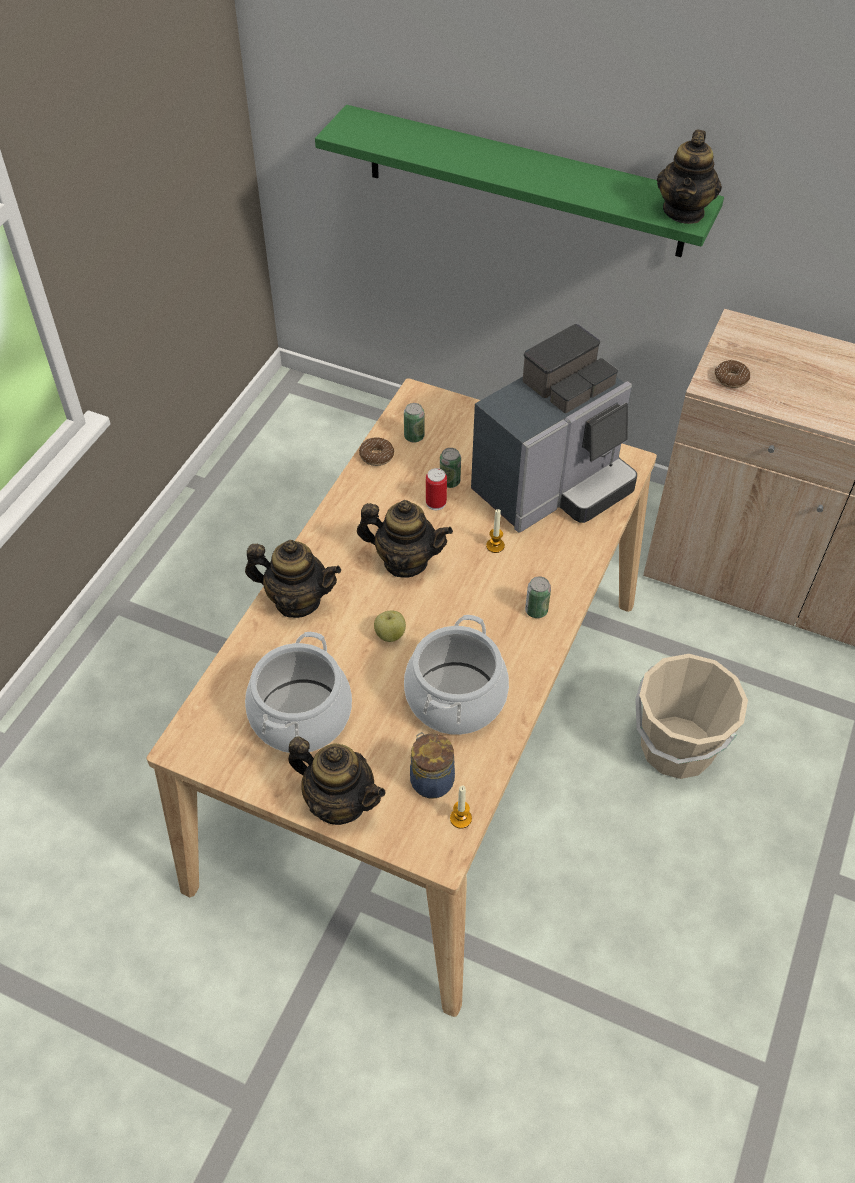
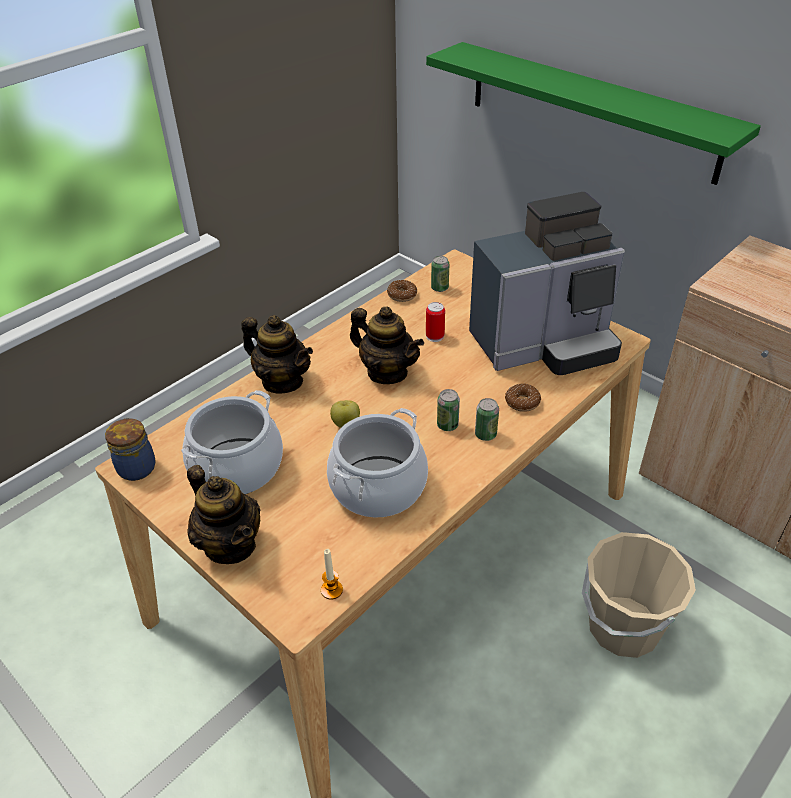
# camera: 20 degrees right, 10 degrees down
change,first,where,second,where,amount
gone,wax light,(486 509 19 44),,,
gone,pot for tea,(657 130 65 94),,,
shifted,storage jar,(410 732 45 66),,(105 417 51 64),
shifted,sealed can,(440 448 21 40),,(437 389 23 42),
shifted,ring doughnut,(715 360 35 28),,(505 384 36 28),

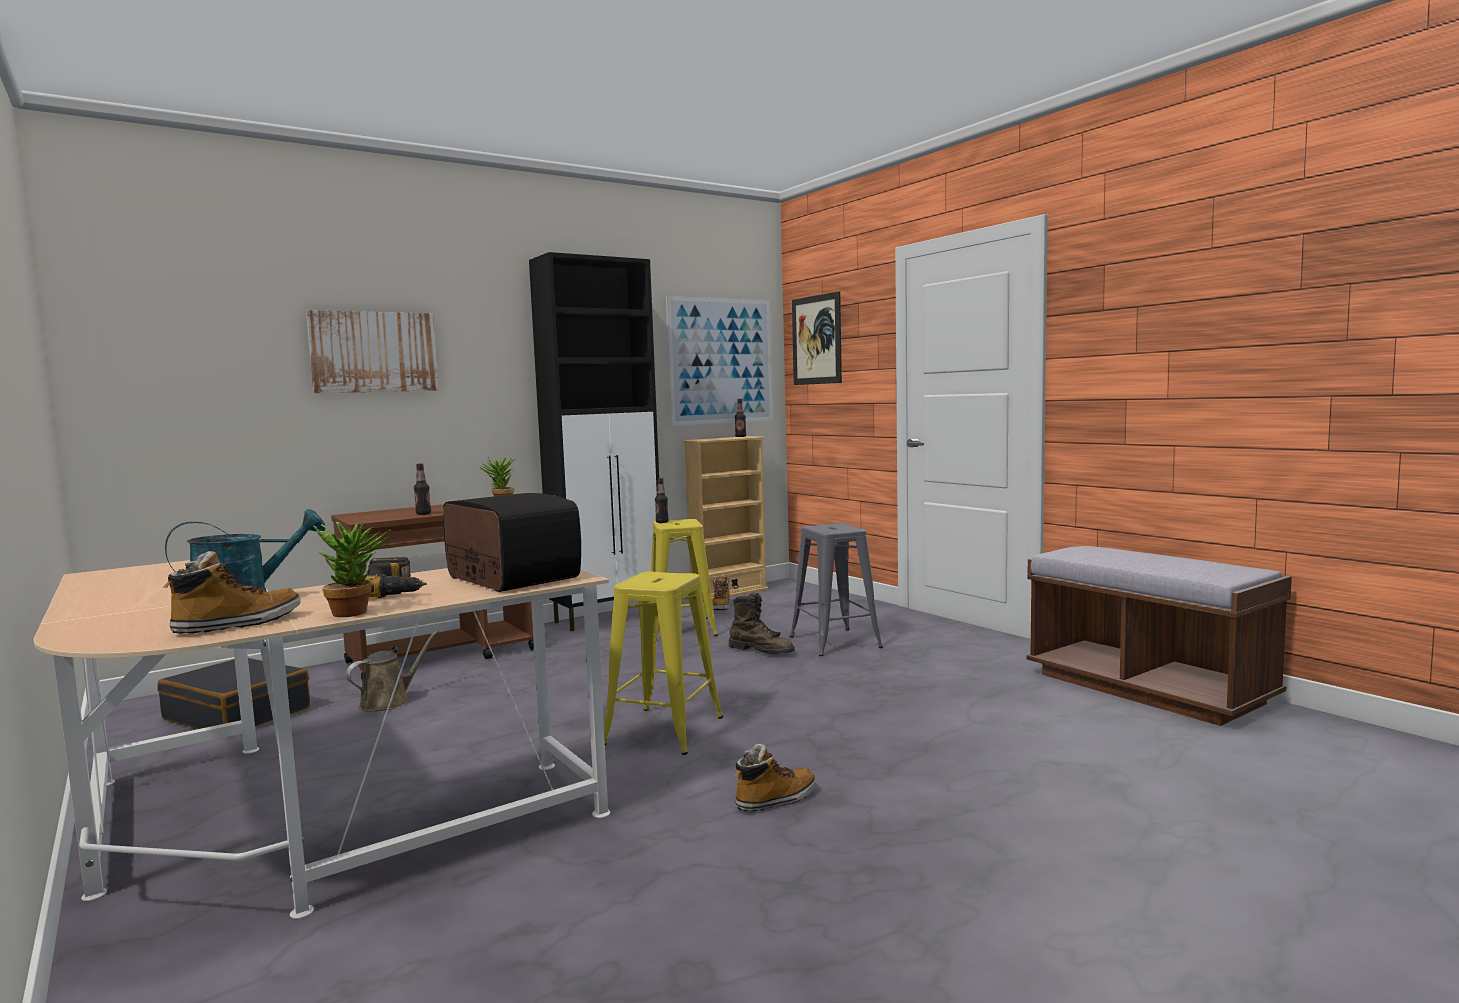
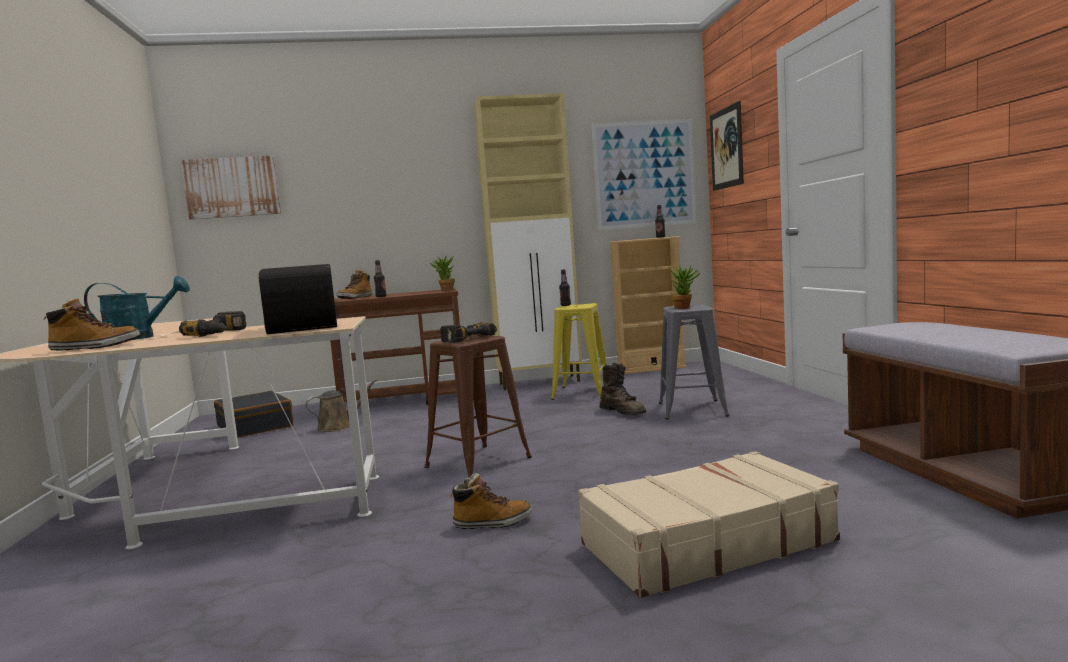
# camera: 25 degrees right, 0 degrees up
change,first,where,second,where,amount
new,,,electric drill,(440 322 57 21),
new,,,suitcase (sand-coloured),(578 451 262 147),
shifted,picture,(306 310 133 83),,(181 155 100 64),
shifted,plant in a pot,(313 522 78 95),,(669 265 32 44),
shifted,high-top boot,(712 575 18 35),,(336 270 36 29),
repainted,storage cabinet (black-coloured),(529 252 130 379),storage cabinet (sand-coloured),(474 93 108 297),
repainted,sitting stool (yellow),(604 571 119 184),sitting stool (brown-coloured),(425 335 107 143),

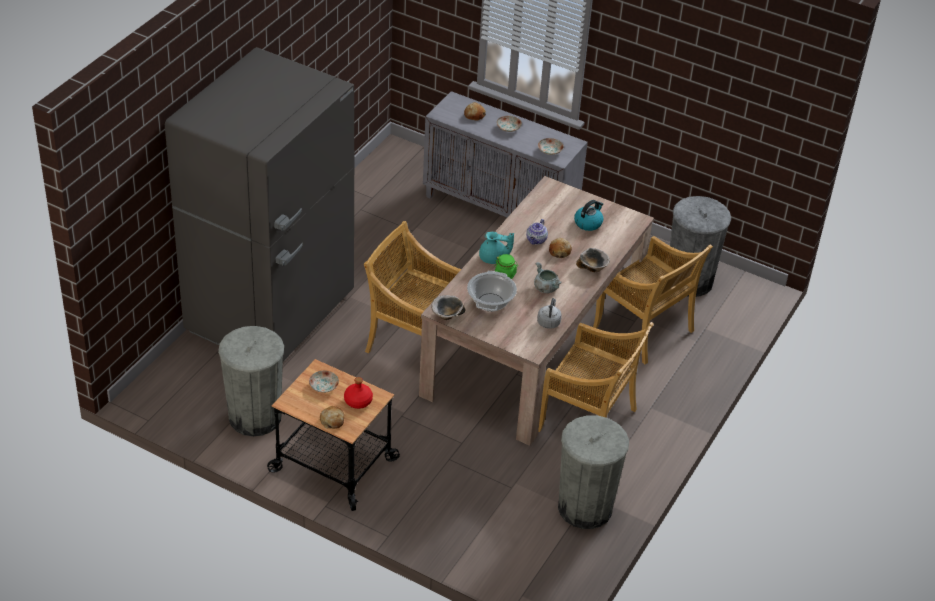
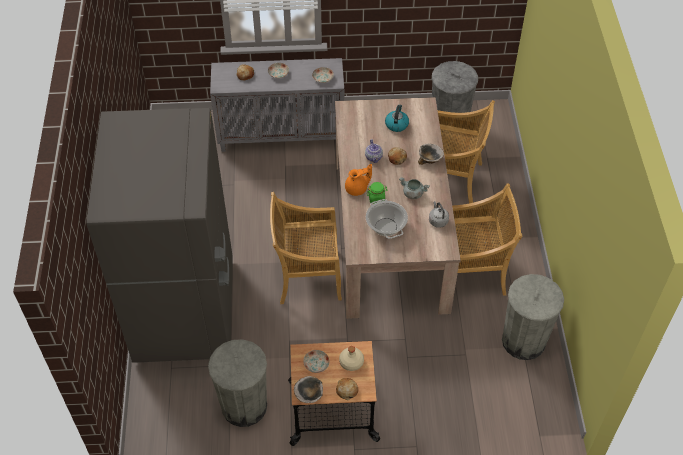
# camera: 30 degrees left, 10 degrees up
change,first,where,second,where,amount
shifted,serving bowl,(431 295 34 25),,(294 376 29 27),
repainted,bottle (reddish),(344 377 29 32),bottle (sand-coloured),(339 346 25 25),
repainted,pot for tea (blue-green),(479 231 35 33),pot for tea (orange),(345 164 27 32),

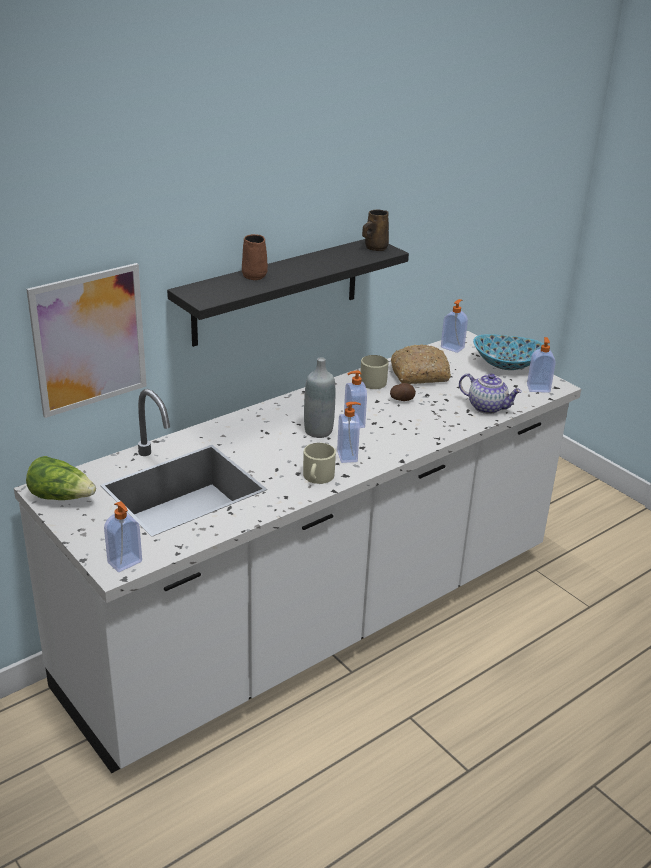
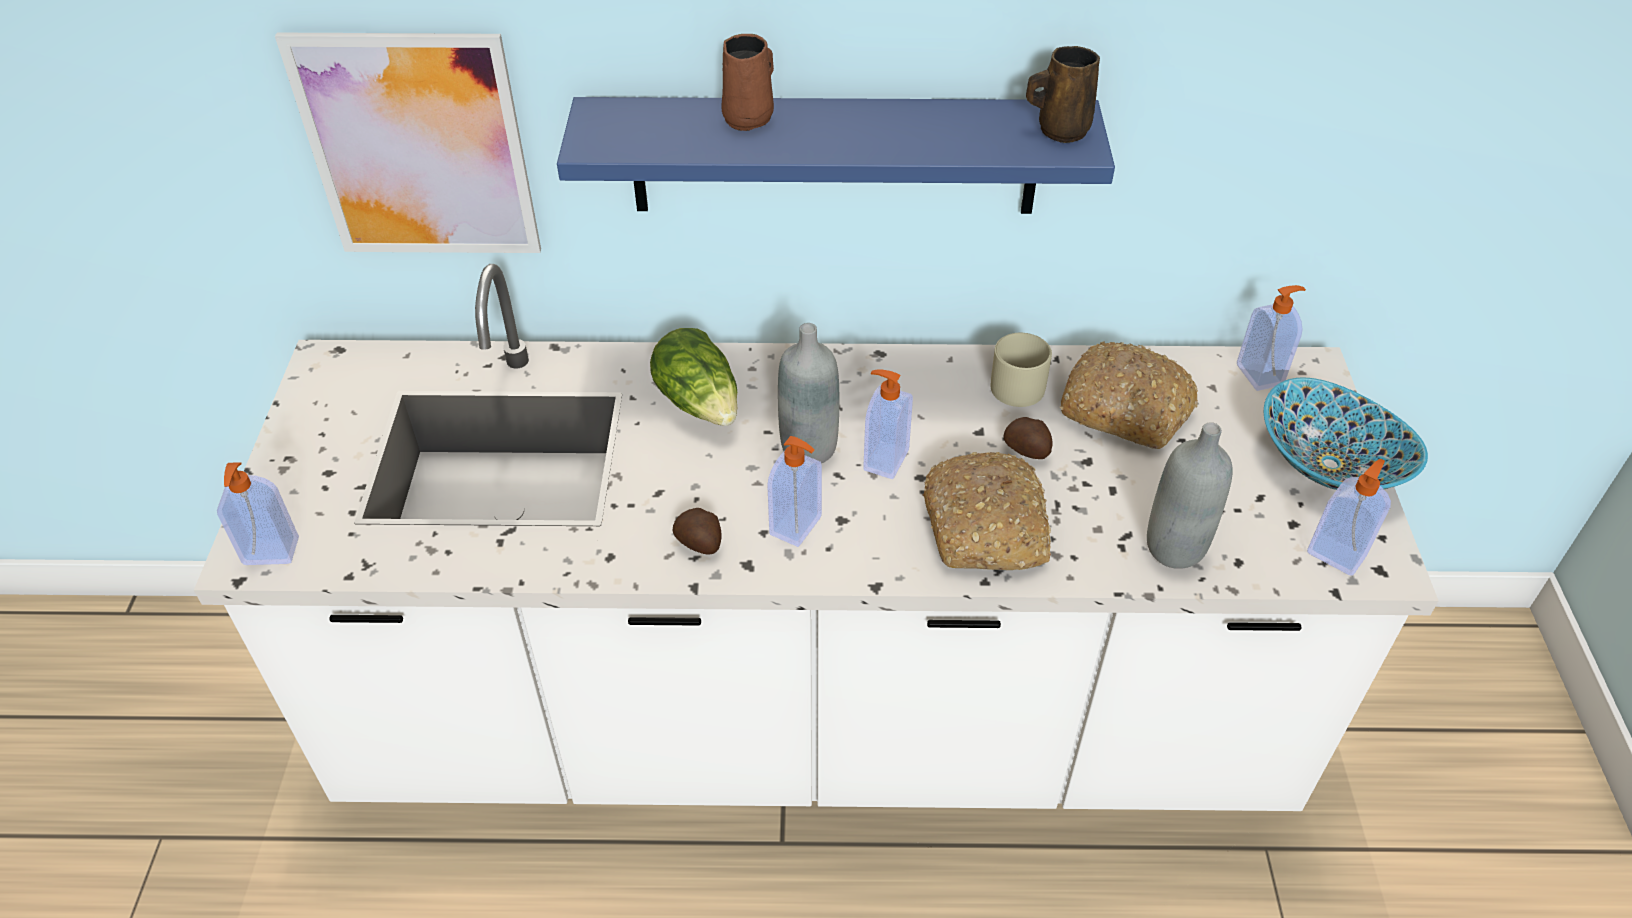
# camera: 40 degrees right, 15 degrees up
change,first,where,second,where,amount
new,,,bakery bread,(923 452 128 118),
shifted,lettuce head,(26 456 70 44),,(650 328 87 98),
swapped,tea mug (sand-coloured),(303 443 33 41),whole potato,(673 508 49 47),
swapped,pot for tea,(459 373 63 41),bottle (grey),(1147 422 86 147),
repainted,bracket shelf (black-coloured),(167 239 242 108),bracket shelf (blue),(557 97 558 117),

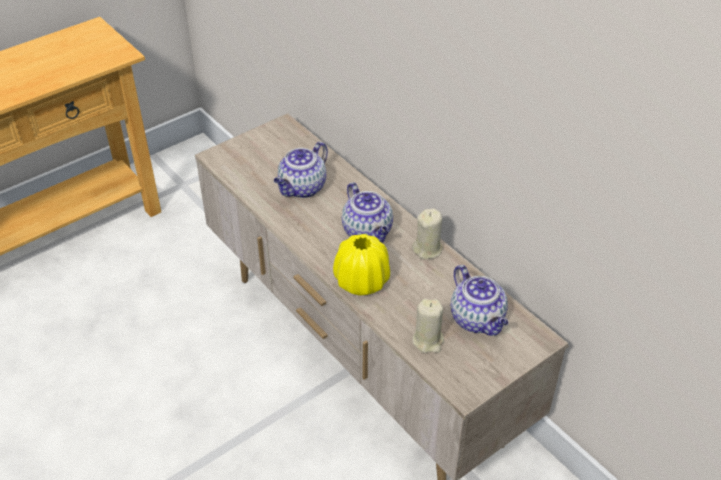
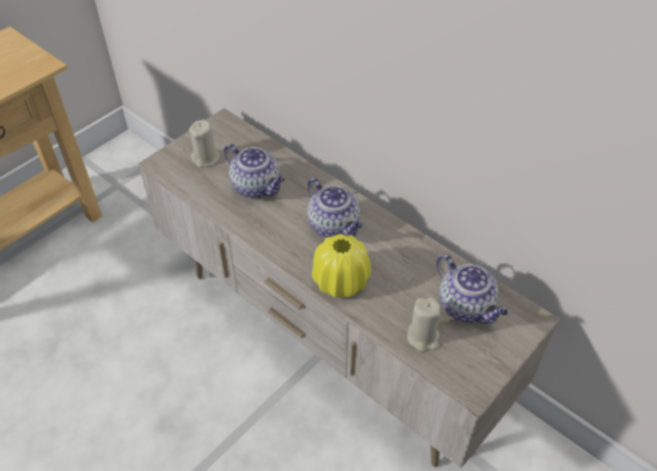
# camera: 10 degrees left, 5 degrees up
change,first,where,second,where,amount
shifted,wax light (sand-coloured),(412 208 31 51),,(189 120 31 48),
rotated,pot for tea,(274 142 54 56),,(224 143 61 55),75 degrees counterclockwise

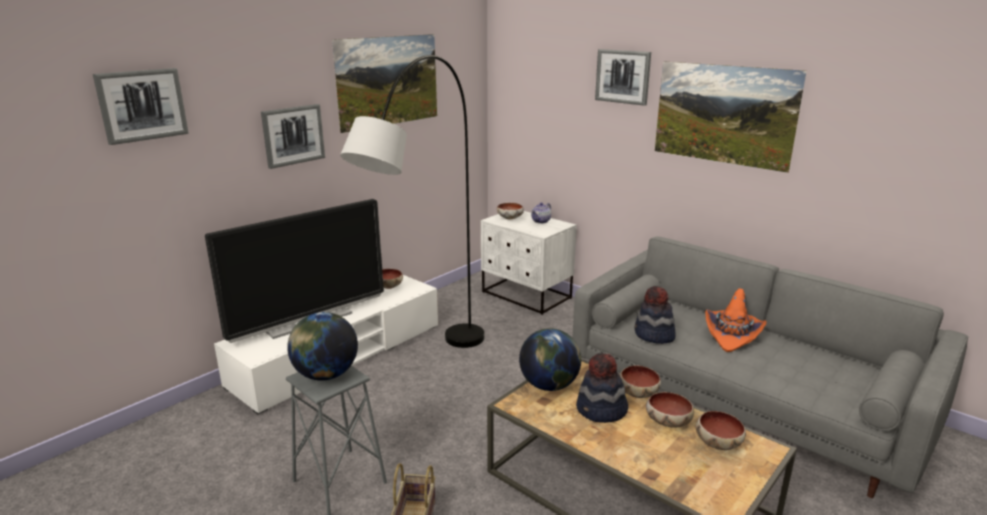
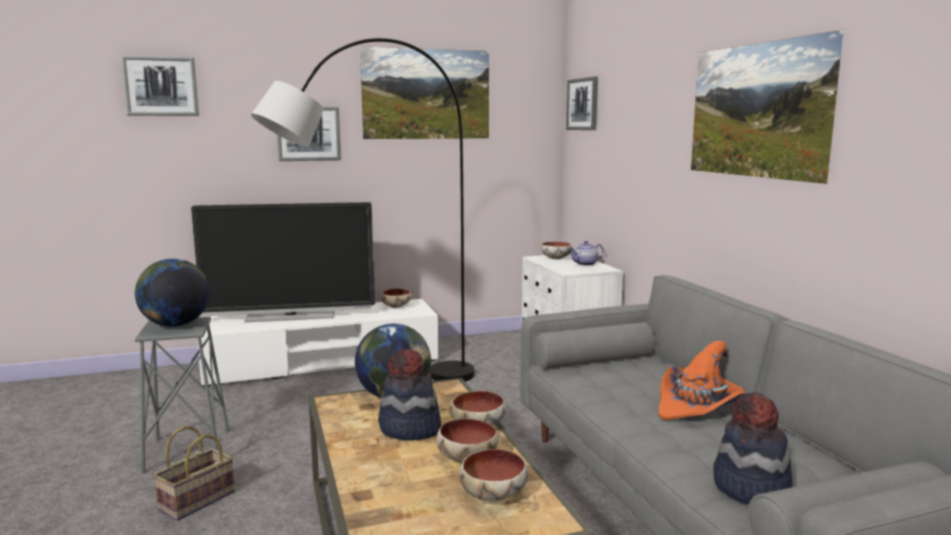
# camera: 30 degrees right, 10 degrees down
change,first,where,second,where,amount
shifted,picture,(595 49 56 57),,(566 76 32 54),
shifted,wearable hat,(634 286 42 58),,(713 392 79 112),

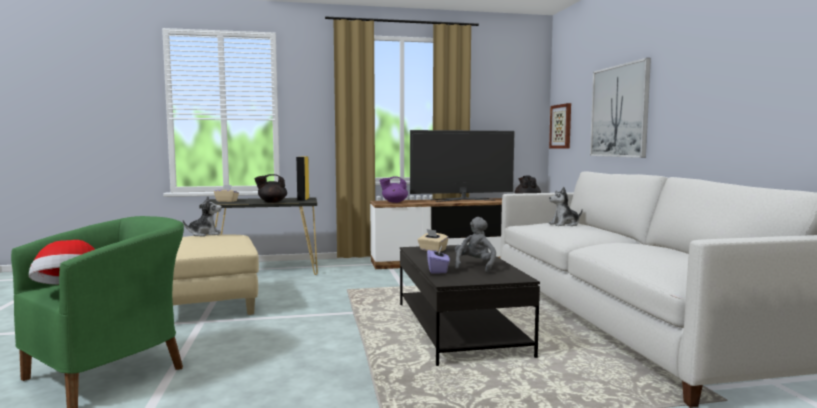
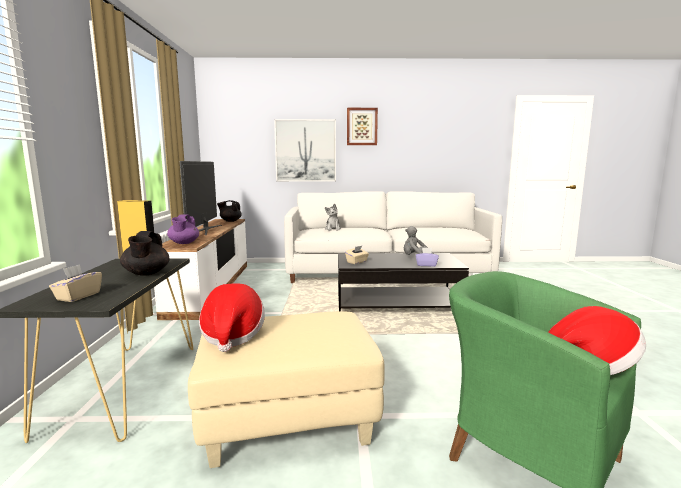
# camera: 80 degrees left, 5 degrees up
change,first,where,second,where,amount
shifted,picture,(549 103 22 46),,(347 108 31 37),
swapped,soft toy,(183 196 39 41),wearable hat,(199 283 66 69),

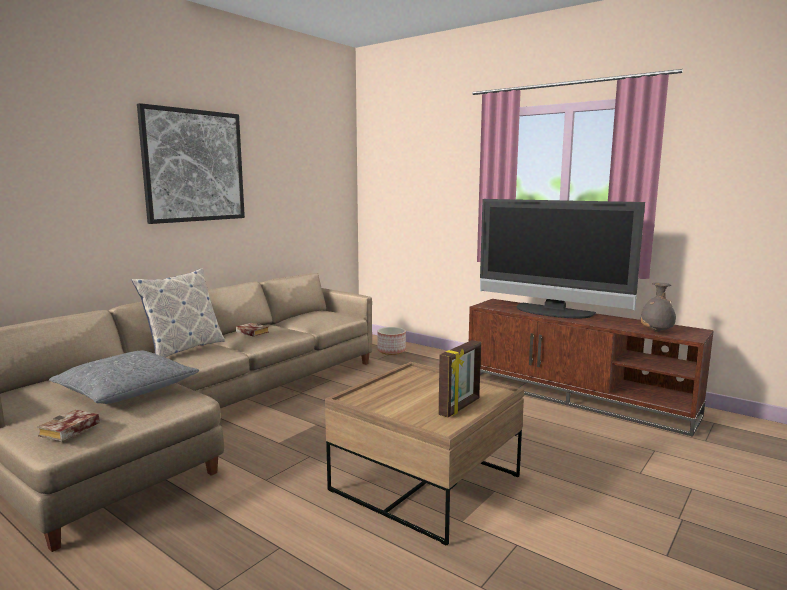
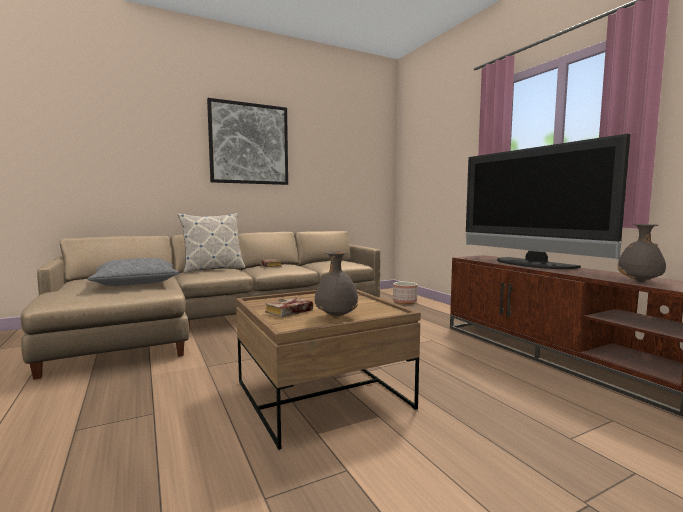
# camera: 25 degrees right, 5 degrees down
change,first,where,second,where,amount
shifted,book,(37 410 63 31),,(265 297 48 20),
swapped,picture frame,(438 340 43 77),vase (grey),(315 251 43 68),

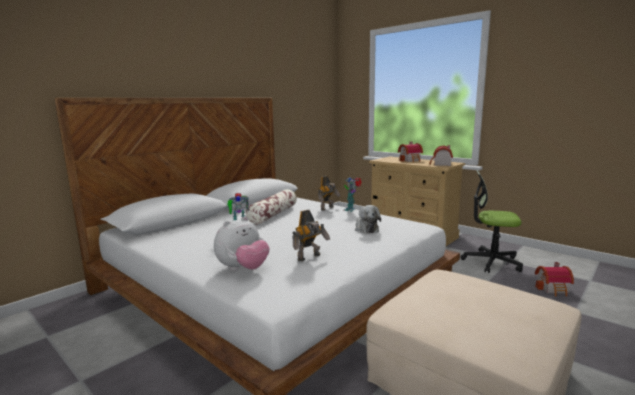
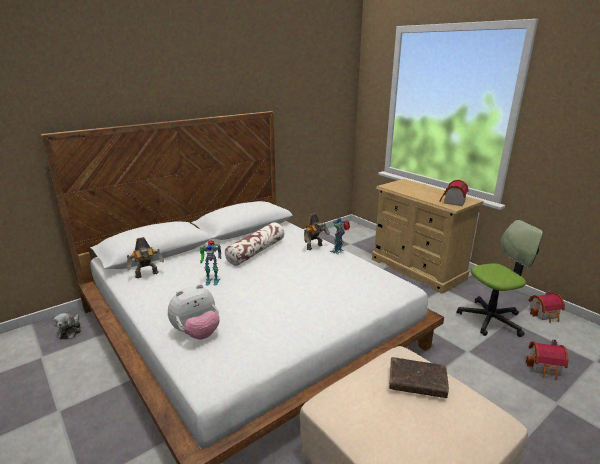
# camera: 10 degrees right, 10 degrees up
change,first,where,second,where,amount
new,,,book (brown-coloured),(389 357 60 41),
shifted,model robot,(292 210 38 52),,(127 237 37 41),
shifted,soft toy,(355 205 26 29),,(53 313 28 26),
shifted,model house,(398 142 25 20),,(528 290 37 33),
rotated,office chair,(461 170 62 103),,(457 220 86 117),135 degrees clockwise

